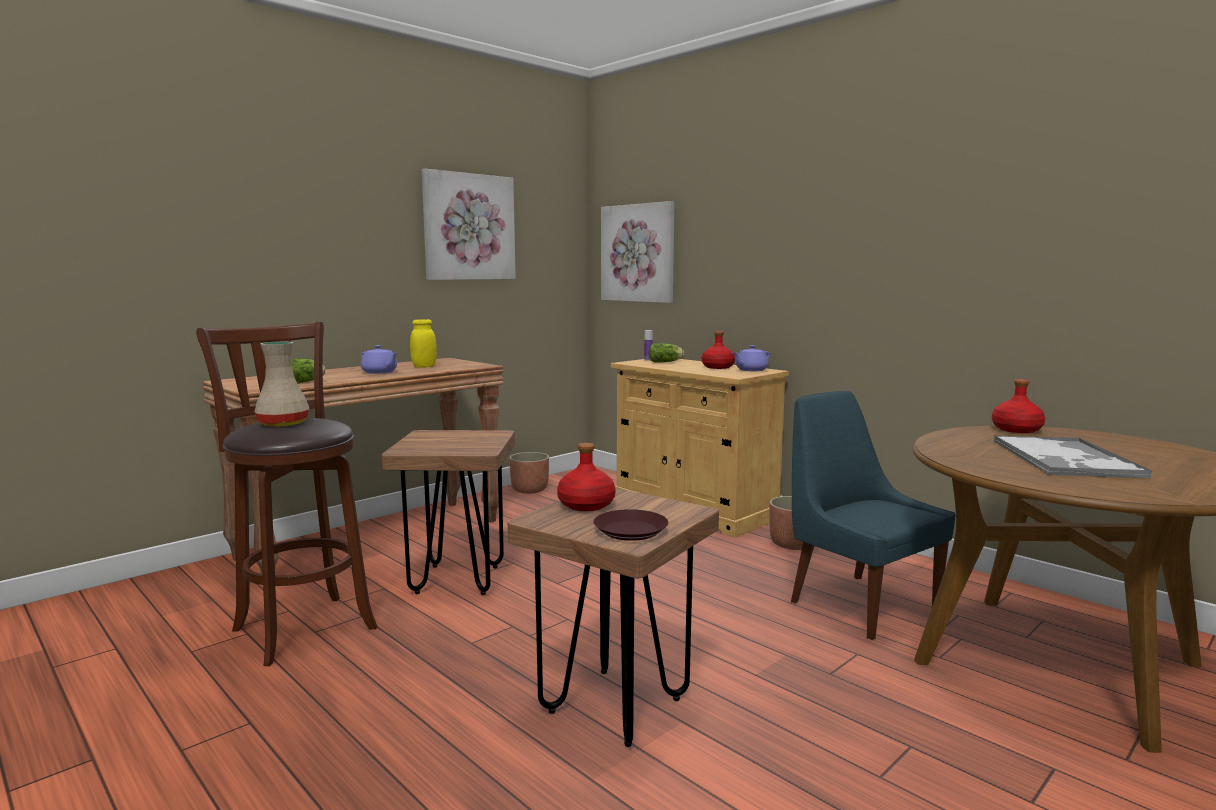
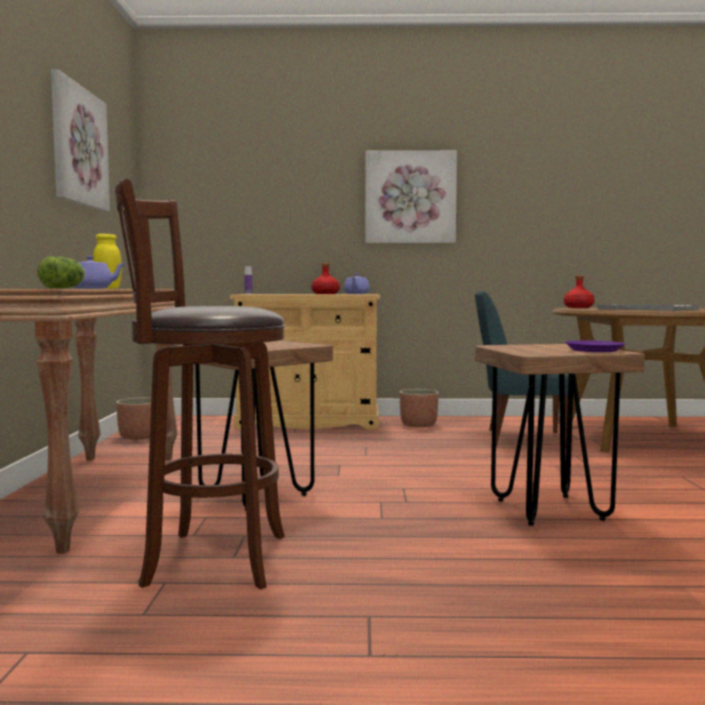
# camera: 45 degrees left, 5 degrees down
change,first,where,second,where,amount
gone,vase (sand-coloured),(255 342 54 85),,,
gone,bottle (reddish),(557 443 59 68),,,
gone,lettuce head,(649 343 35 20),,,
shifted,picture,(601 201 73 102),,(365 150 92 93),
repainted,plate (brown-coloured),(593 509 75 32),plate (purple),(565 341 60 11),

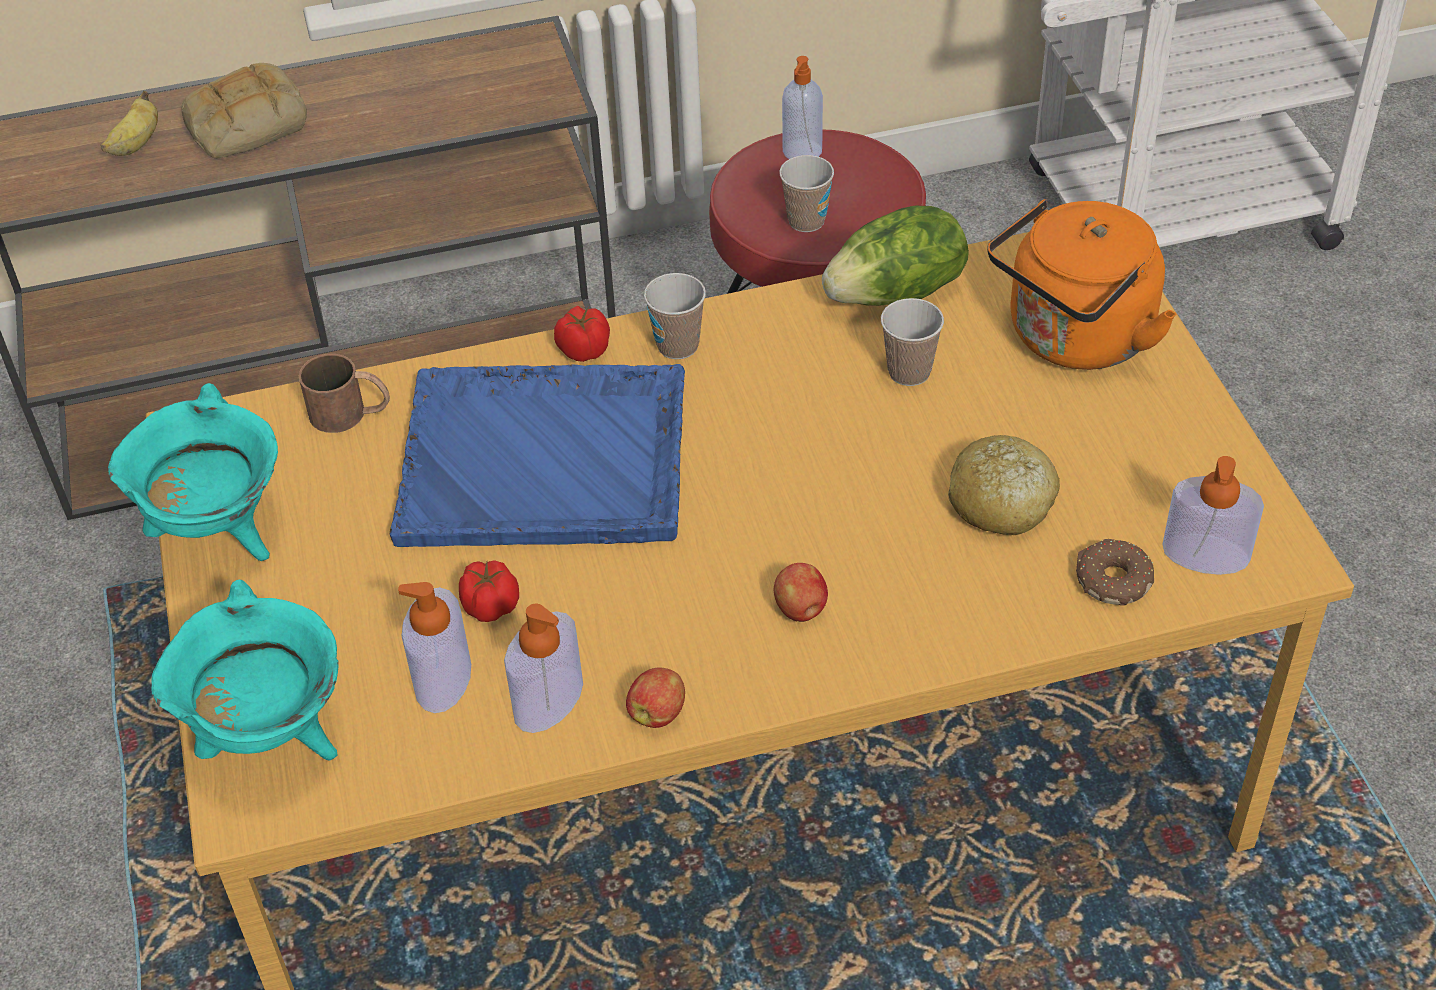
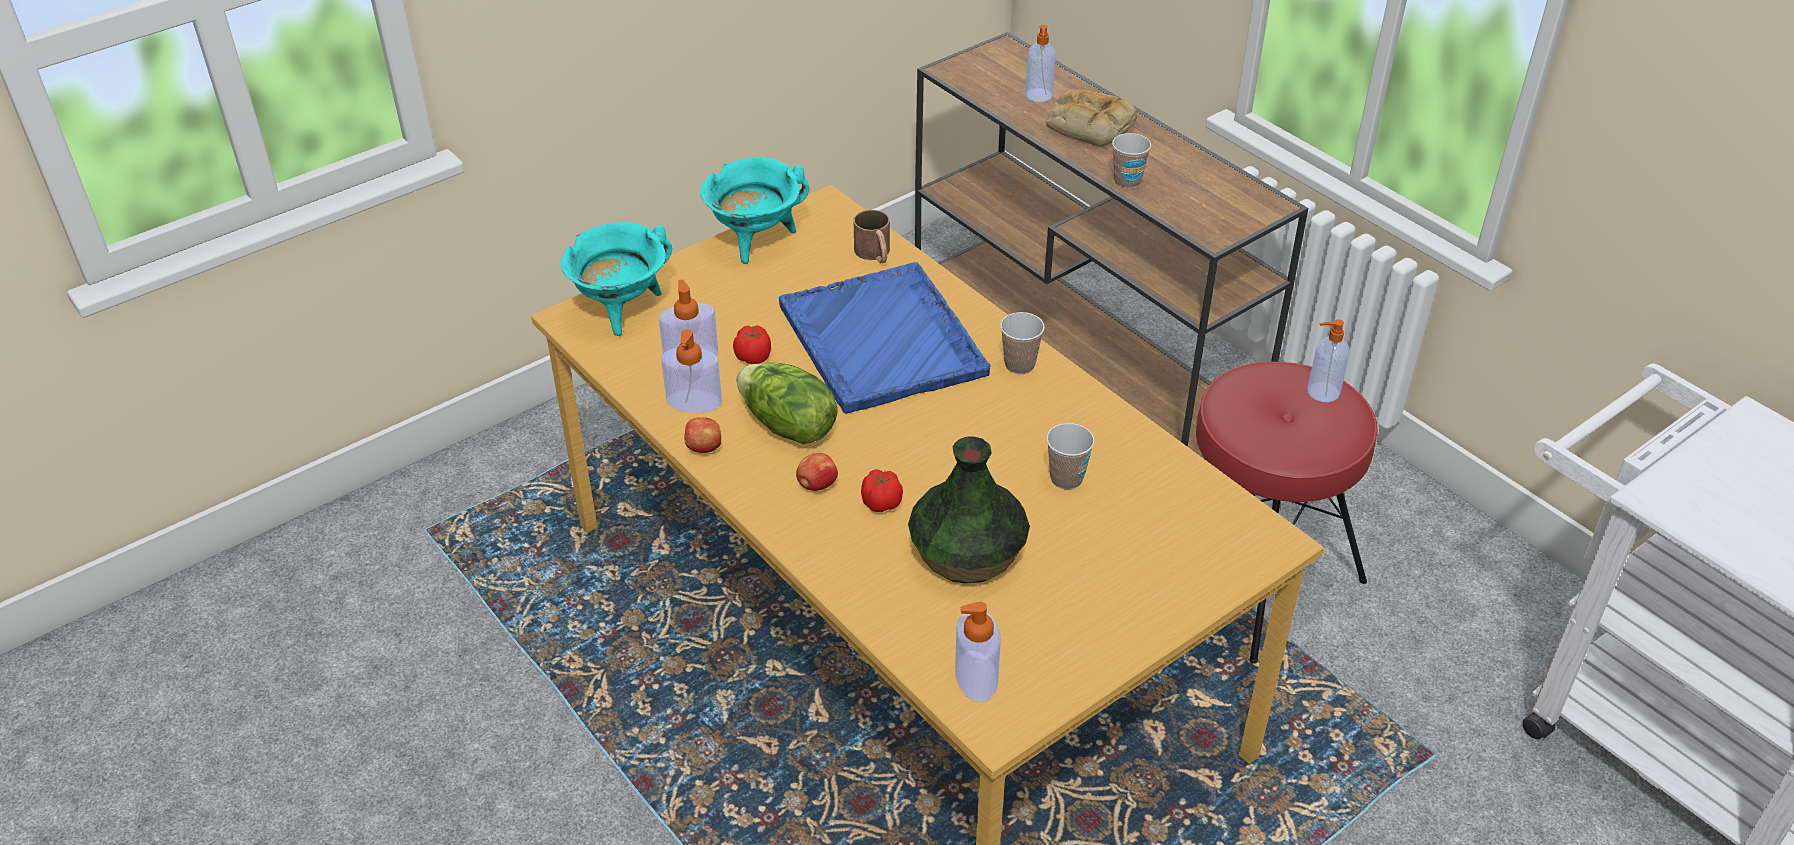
# camera: 65 degrees right, 5 degrees down
change,first,where,second,where,amount
gone,water kettle (orange),(987 199 190 171),,,
gone,ring doughnut,(1076 539 78 67),,,
shifted,whole tomato,(554 306 56 56),,(861 469 42 43),
shifted,drinking cup,(779 155 55 77),,(1112 133 39 56),
shifted,lettuce head,(822 206 147 100),,(736 362 102 82),
swapped,whole banana,(100 91 58 65),soap bottle,(1025 25 31 77),
swapped,bakery bread,(948 435 112 100),vase,(908 437 122 146),

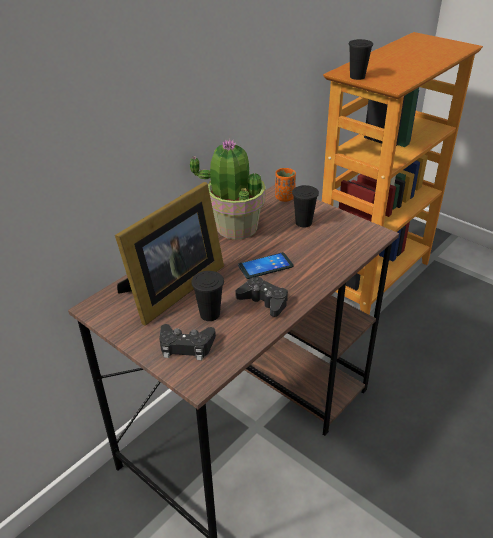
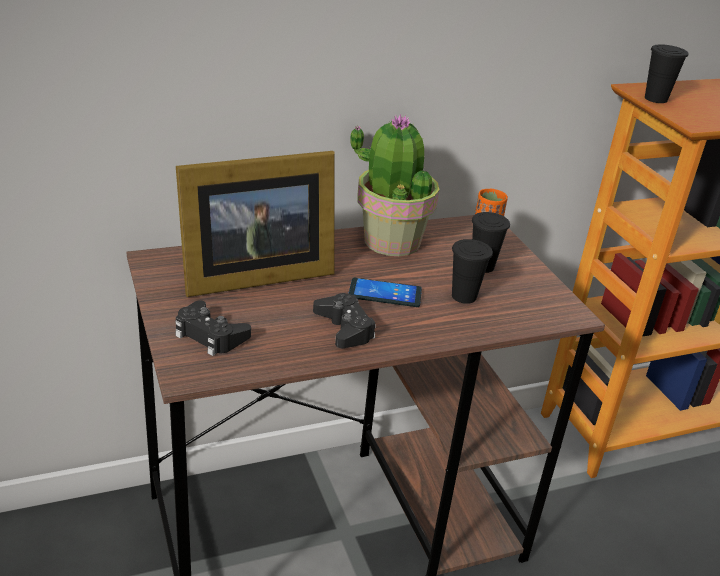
# camera: 25 degrees right, 5 degrees down
change,first,where,second,where,amount
shifted,drinking cup (black-coloured),(191 271 33 50),,(452 239 41 65),

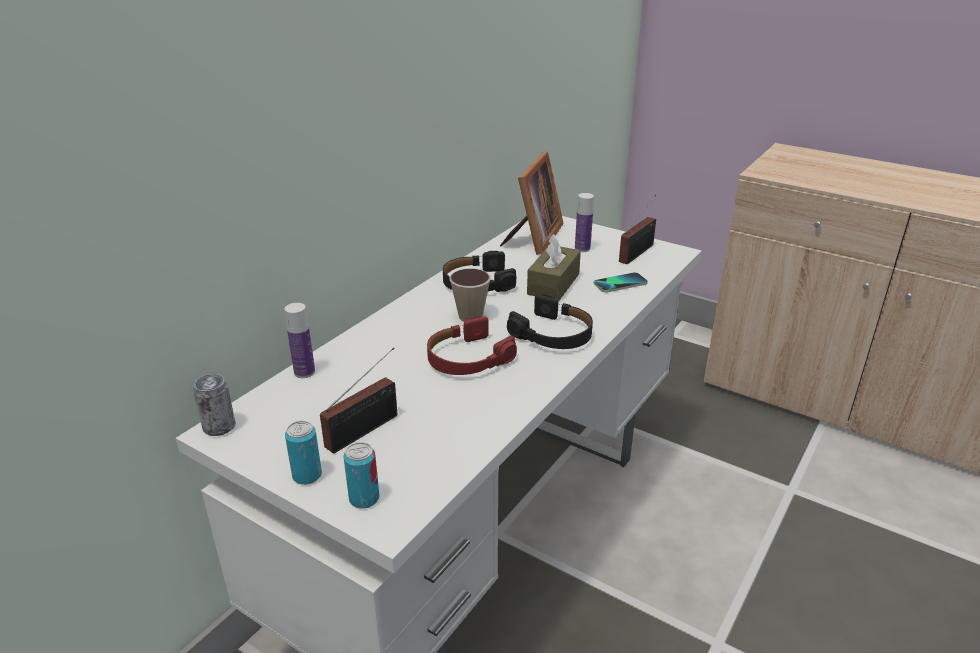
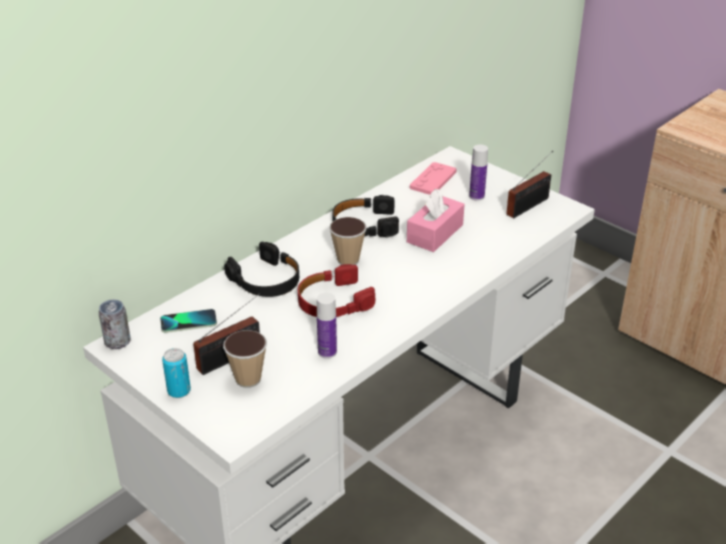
# camera: 10 degrees right, 5 degrees up
change,first,where,second,where,amount
gone,sealed can,(343 442 36 67),,,
new,,,drinking cup,(223 330 44 58),
shifted,bottle,(284 303 31 75),,(317 293 20 65),
shifted,pair of headphones (black-coloured),(507 294 86 55),,(224 241 75 56),
shifted,telephone,(594 272 54 21),,(160 309 57 24),
swapped,picture frame,(500 152 64 103),gamepad (pink),(410 162 47 33),
repainted,tissue box (brown-coloured),(527 234 54 67),tissue box (pink),(407 189 58 63),

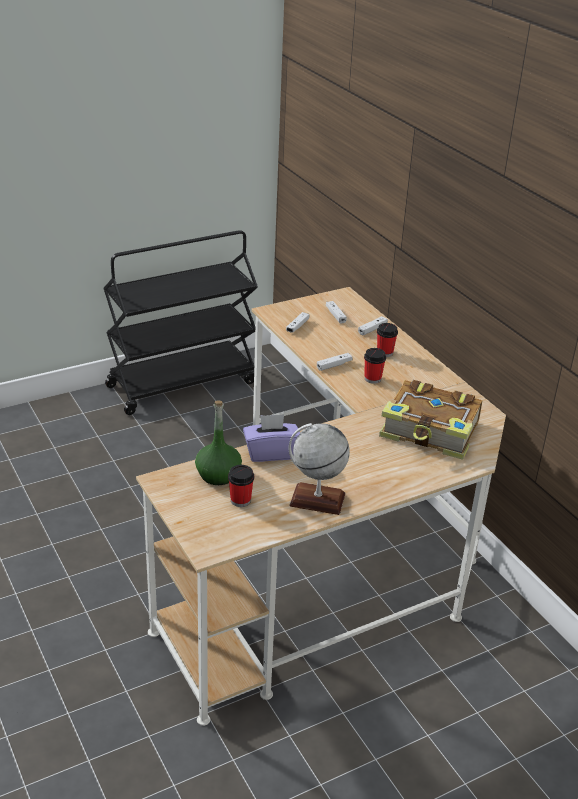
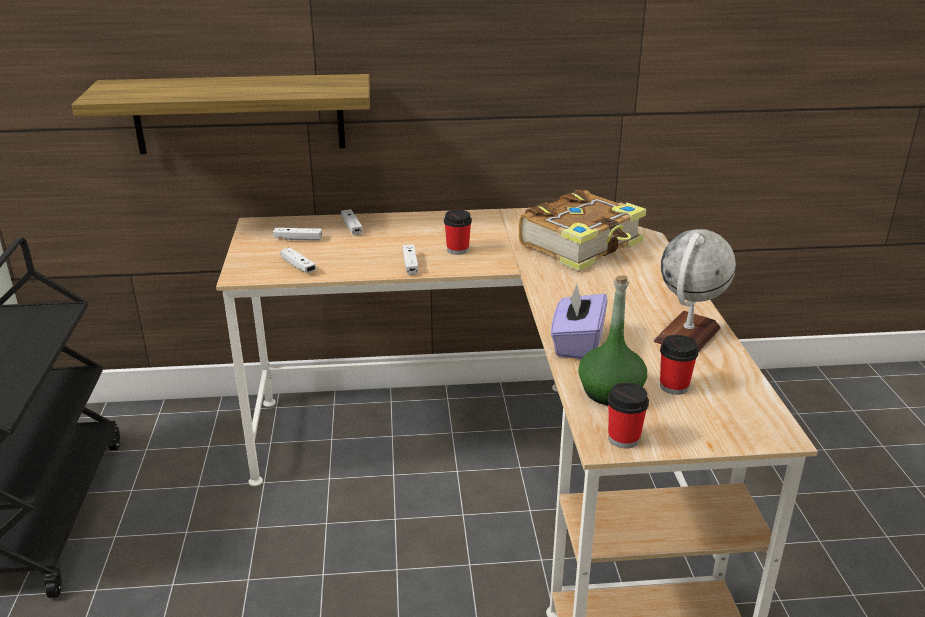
# camera: 65 degrees left, 5 degrees down
change,first,where,second,where,amount
new,,,bracket shelf,(72 74 298 80),
shifted,drinking cup,(377 323 21 34),,(607 383 42 66),

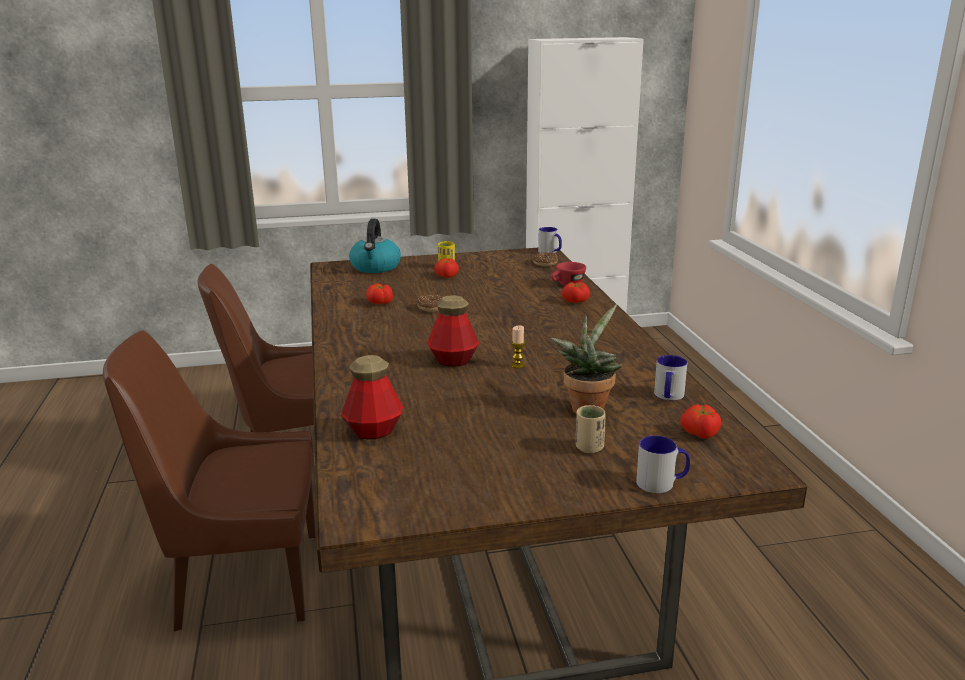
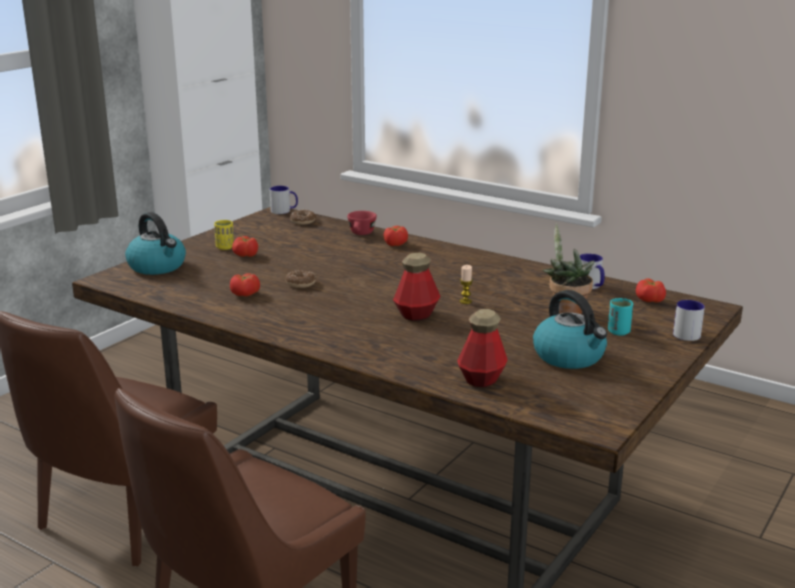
# camera: 45 degrees left, 0 degrees up
change,first,where,second,where,amount
new,,,water kettle,(533 290 74 79),
repainted,drinking cup (sand-coloured),(576 405 30 48),drinking cup (blue-green),(608 298 25 38),

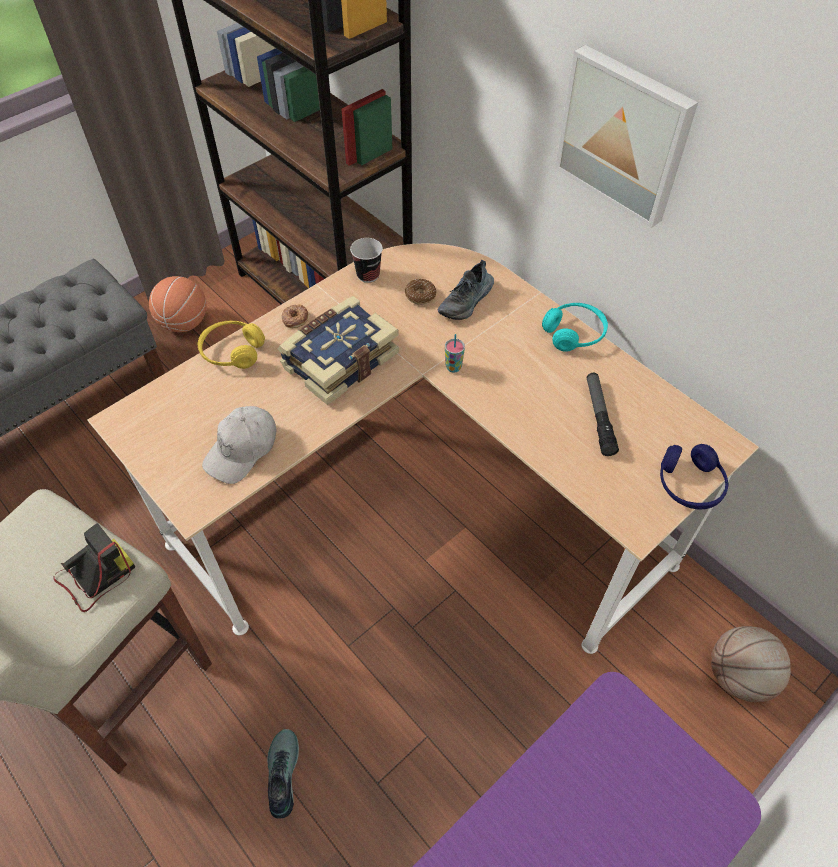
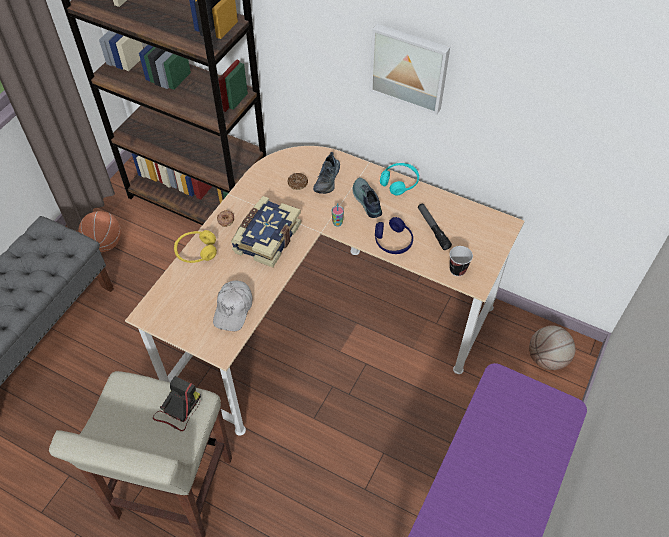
# camera: 20 degrees left, 0 degrees up
change,first,where,second,where,amount
shifted,item of footwear,(267 729 32 90),,(352 178 30 40),
shifted,drinking cup,(350 238 33 45),,(450 246 23 30),
shifted,pair of headphones (blue),(660 444 68 66),,(375 217 38 37),

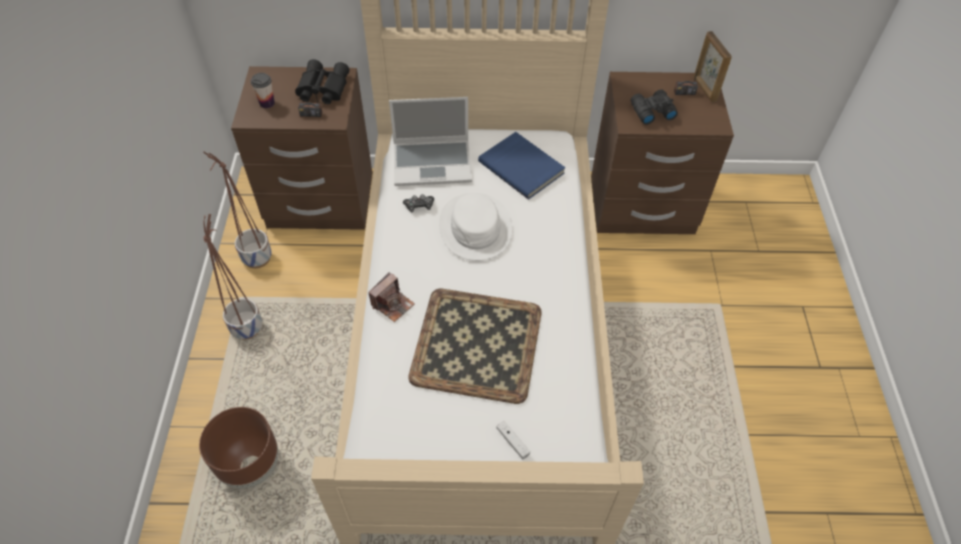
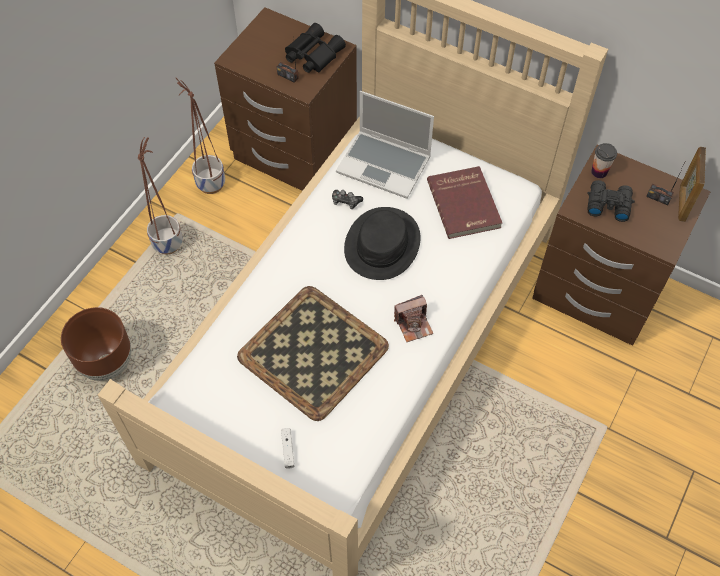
# camera: 30 degrees right, 5 degrees up
change,first,where,second,where,amount
shifted,drinking cup,(251 73 24 35),,(591 143 26 35),
shifted,photo camera,(368 272 47 50),,(394 295 39 47),
repainted,wearable hat (white-coloured),(439 193 73 68),wearable hat (black-coloured),(344 207 77 73),
repainted,book (blue),(478 132 87 67),book (reddish),(427 166 75 73),

